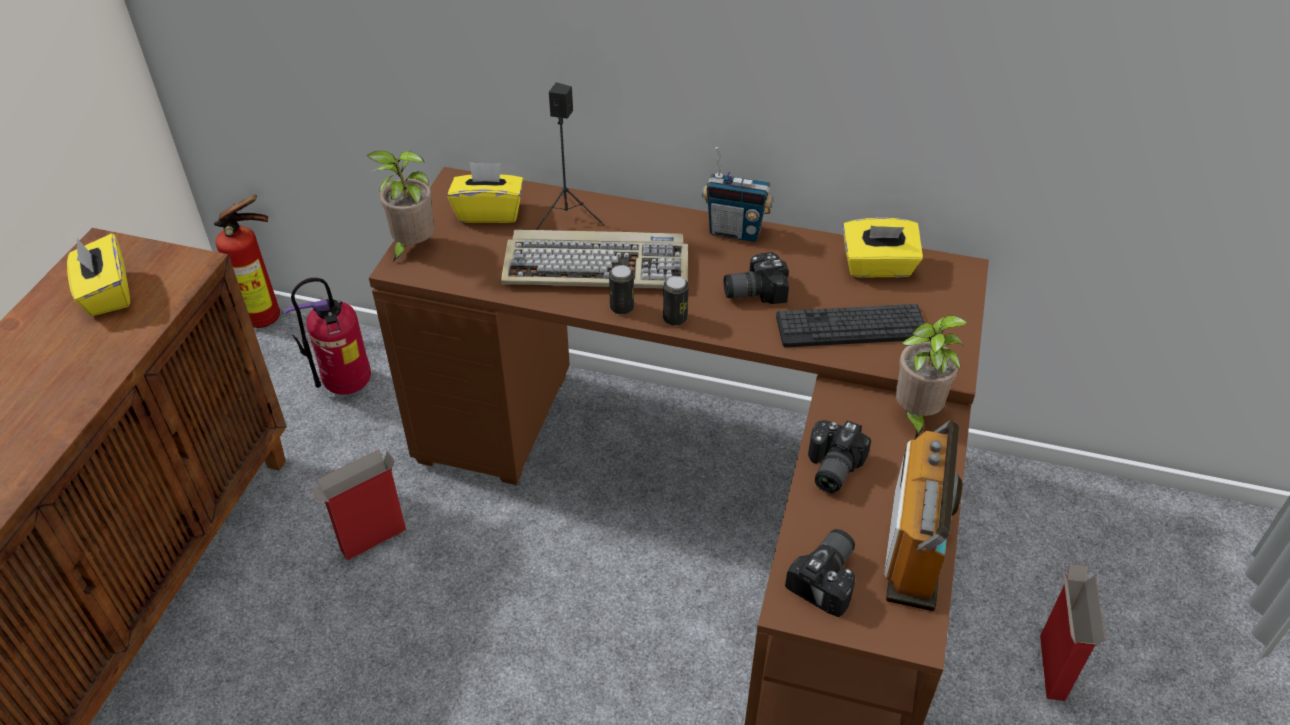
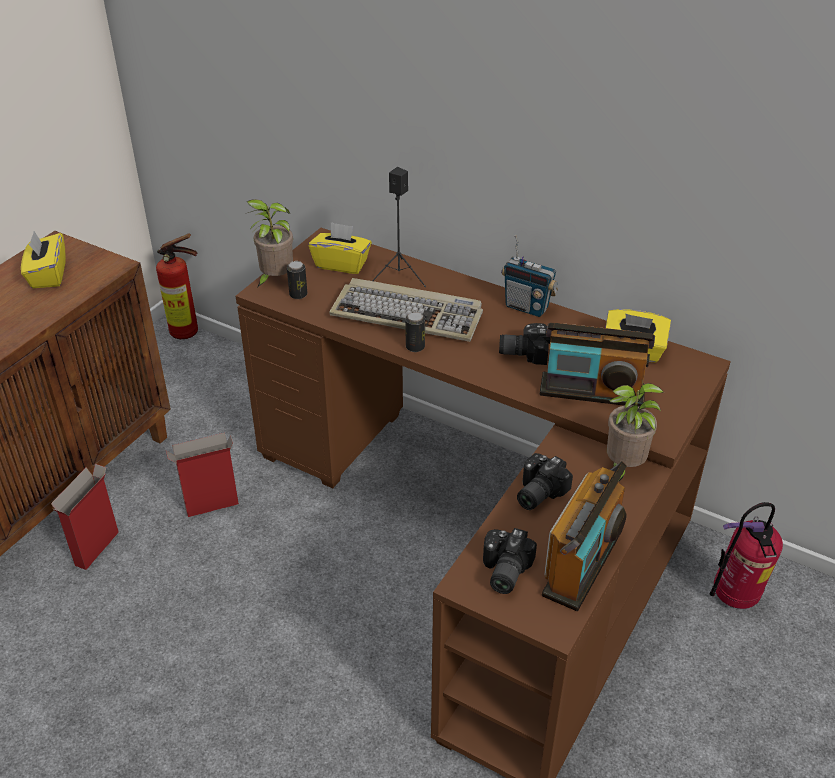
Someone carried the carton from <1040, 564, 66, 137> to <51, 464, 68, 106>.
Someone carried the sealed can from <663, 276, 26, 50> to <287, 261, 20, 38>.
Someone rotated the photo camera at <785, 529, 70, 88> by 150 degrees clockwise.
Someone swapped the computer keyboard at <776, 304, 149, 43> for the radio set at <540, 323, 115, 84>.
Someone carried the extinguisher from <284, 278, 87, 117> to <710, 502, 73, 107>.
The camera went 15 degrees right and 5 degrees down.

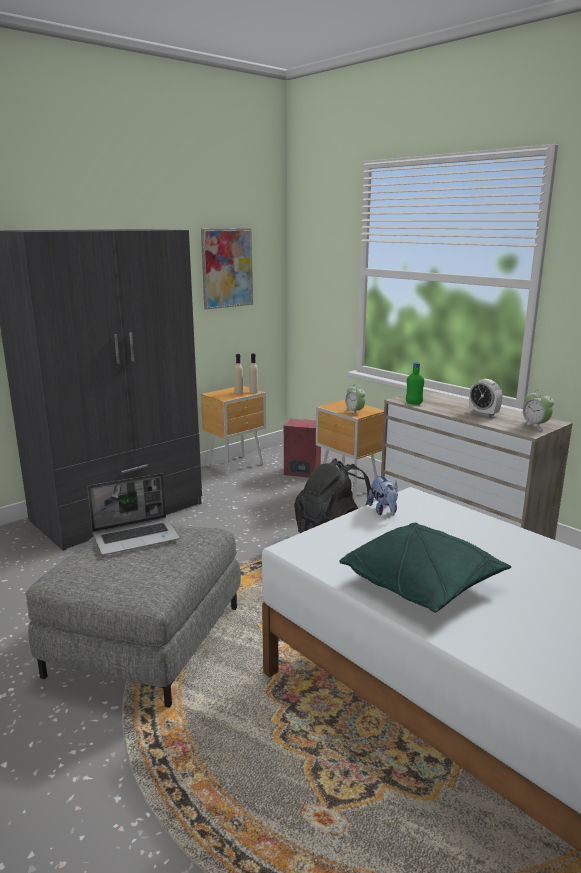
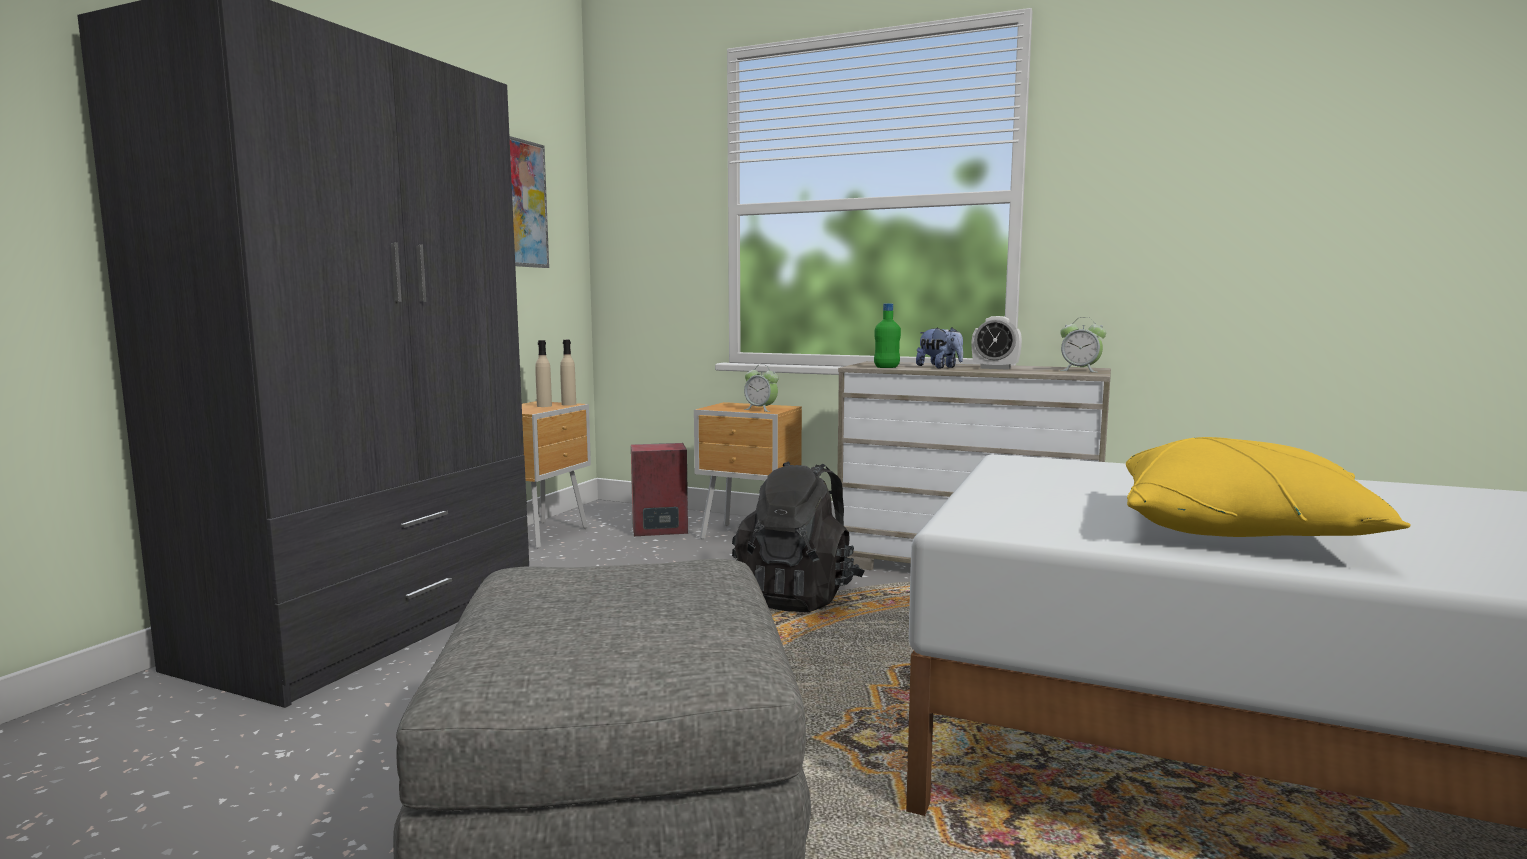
Someone carried the cuddly toy from <367, 475, 31, 41> to <916, 327, 47, 42>.
Someone repainted the green-coloured pillow at <339, 523, 172, 90>, which became the yellow-coloured pillow at <1126, 437, 285, 100>.
Someone took away the laptop at <87, 473, 93, 82>.
The camera went 25 degrees left and 10 degrees down.

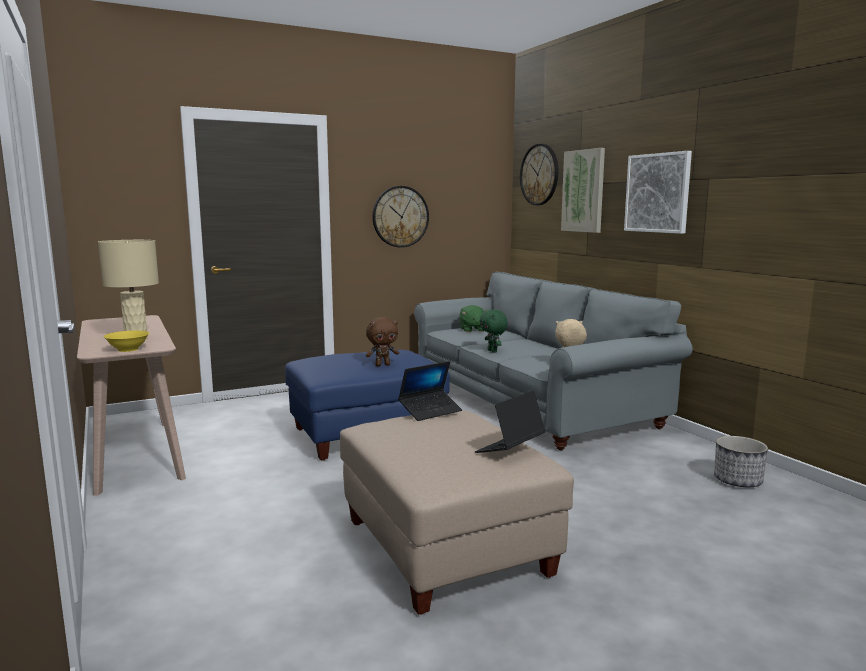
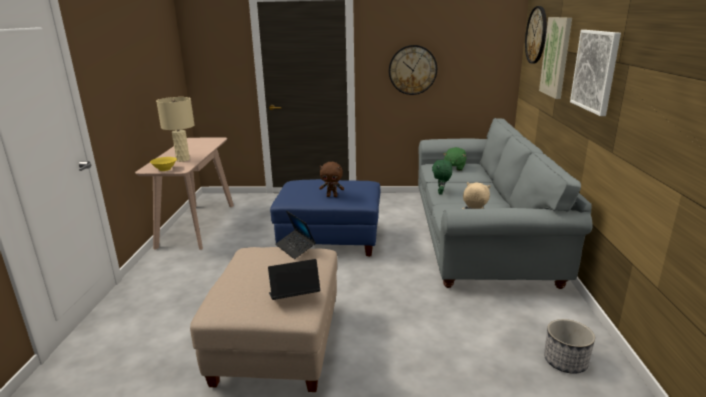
Someone rotated the laptop at <398, 361, 64, 60> by 60 degrees clockwise.
The camera went 30 degrees right and 10 degrees up.

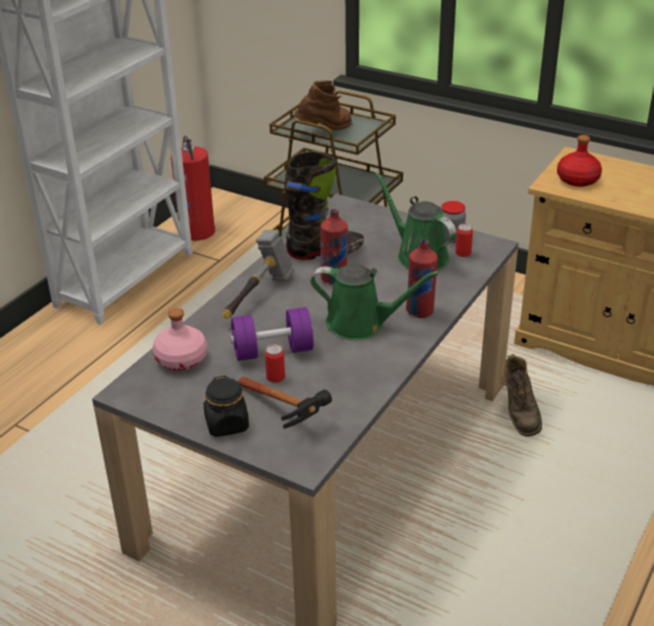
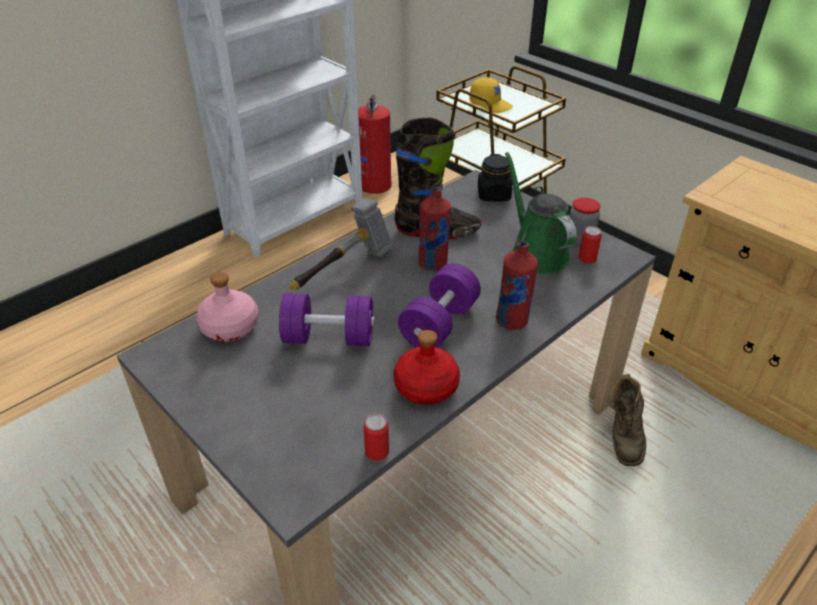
Someone carried the sealed can from <265, 344, 20, 39> to <364, 413, 25, 48>.
Someone carried the reddish beverage bottle from <557, 135, 45, 52> to <394, 330, 66, 75>.
Someone swapped the green-coloured watering can at <310, 264, 129, 76> for the purplish hand weight at <398, 263, 83, 85>.
Someone swapped the brown-coloured tall boot at <294, 80, 58, 50> for the yellow-coloured peaked cap at <469, 77, 44, 36>.
Someone carried the blackish preserve jar from <204, 376, 45, 61> to <478, 154, 35, 47>.
Someone took away the tool hammer at <238, 377, 94, 52>.
The camera went 15 degrees right and 5 degrees up.

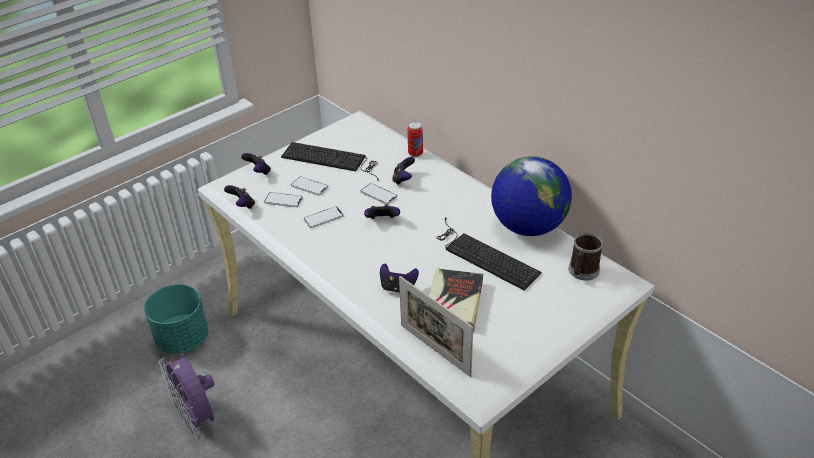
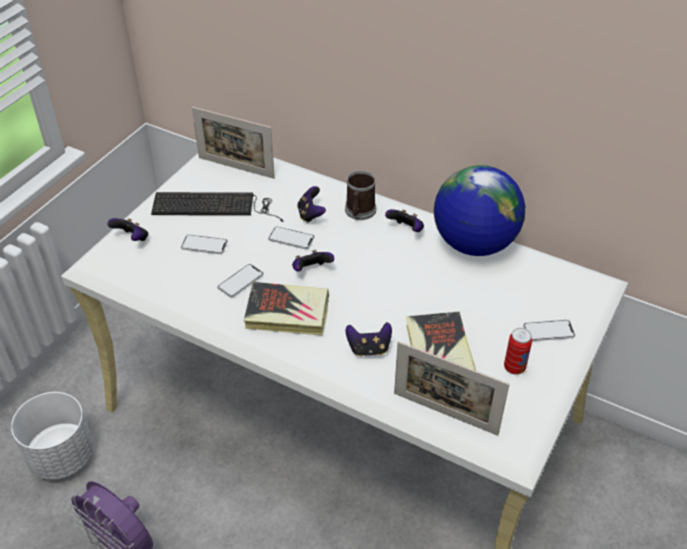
Someone repainted the turquoise-coloured flower pot at <144, 284, 65, 70>, which became the whitish flower pot at <11, 392, 83, 88>.
Someone put down the standing frame at <192, 107, 83, 72>.
Someone put down the bound book at <244, 282, 85, 54>.
Someone carried the coffee mug from <569, 232, 34, 49> to <345, 171, 31, 49>.
Someone carried the game controller from <224, 185, 31, 24> to <385, 209, 39, 23>.
Someone carried the sealed can from <407, 121, 16, 36> to <504, 328, 28, 47>.
Someone carried the handset from <264, 192, 39, 15> to <523, 320, 52, 21>.
Someone took away the computer keyboard at <436, 217, 106, 73>.
The camera went 20 degrees left and 5 degrees up.

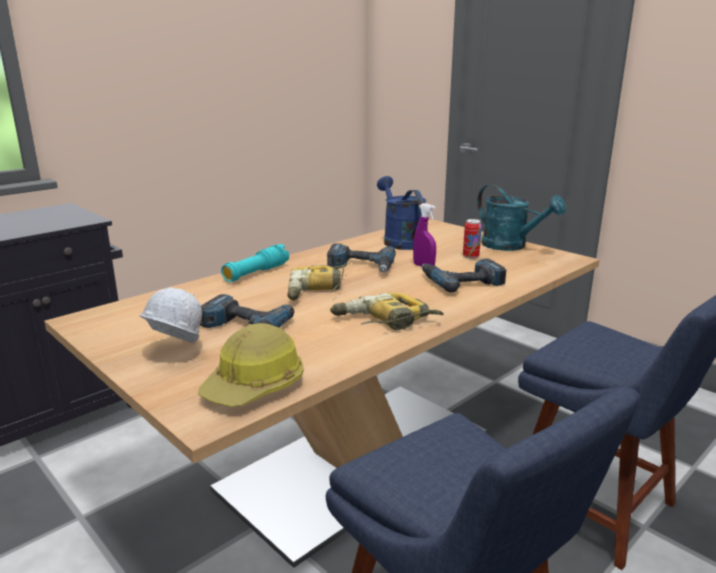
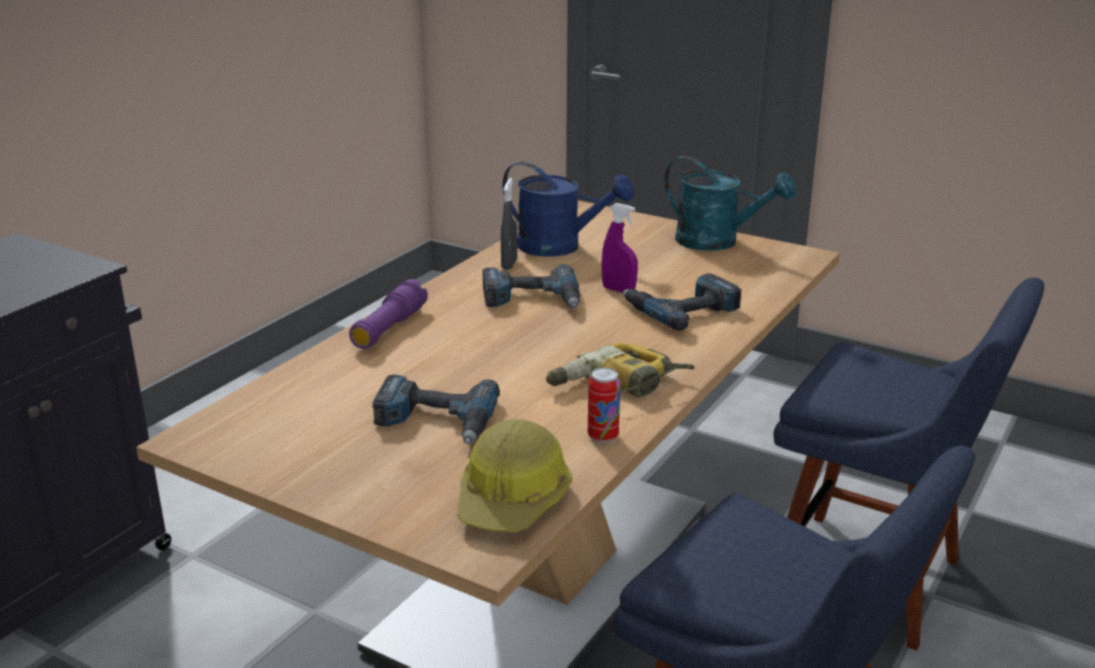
Someone repainted the turquoise-coloured hand torch at <221, 244, 68, 38>, which became the purplish hand torch at <349, 279, 79, 70>.
Someone put down the gray hand sprayer at <501, 178, 16, 92>.
Someone rotated the bluish watering can at <377, 176, 49, 74> by 150 degrees clockwise.
Someone carried the sealed can from <463, 219, 19, 40> to <588, 368, 32, 75>.
Someone took away the whitish work helmet at <138, 287, 64, 56>.
Someone took away the electric drill at <287, 263, 60, 37>.
The camera went 15 degrees left and 5 degrees up.

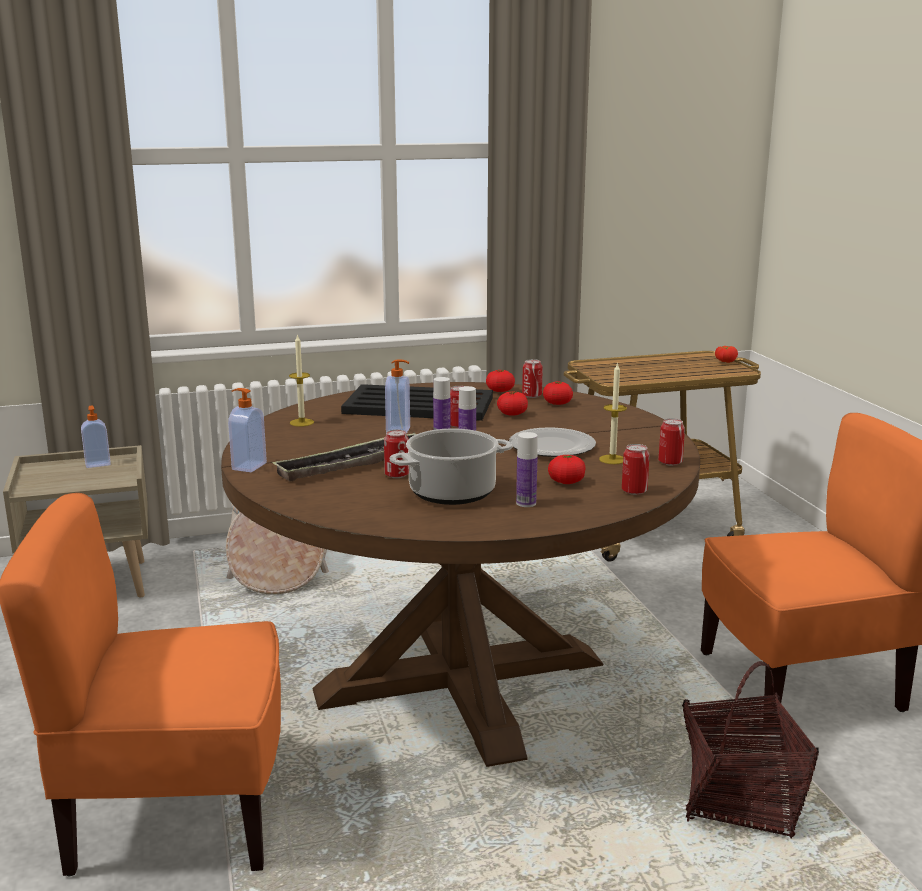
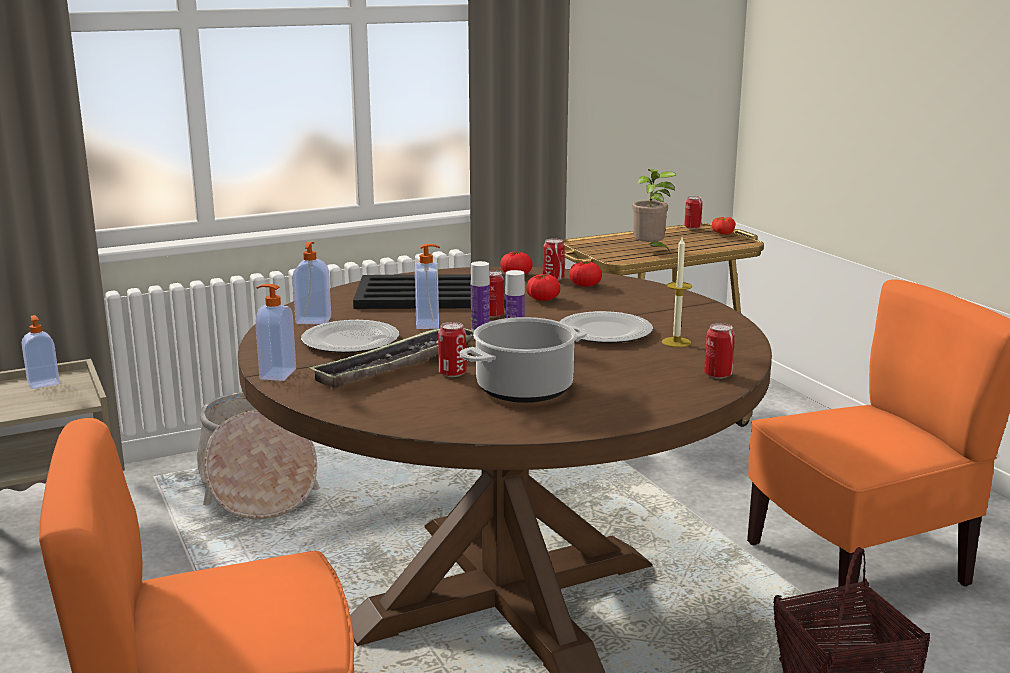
Someone swapped the wax light at <289, 334, 25, 93> for the soap bottle at <293, 242, 38, 82>.
Someone put down the flat dish at <301, 320, 98, 33>.
Someone put down the houseplant at <632, 169, 45, 83>.
Someone carried the sealed can from <658, 418, 27, 48> to <684, 196, 18, 33>.
Someone took away the beverage bottle at <516, 432, 22, 75>.
Someone took away the whole tomato at <548, 454, 38, 30>.
The camera went 10 degrees left and 0 degrees up.

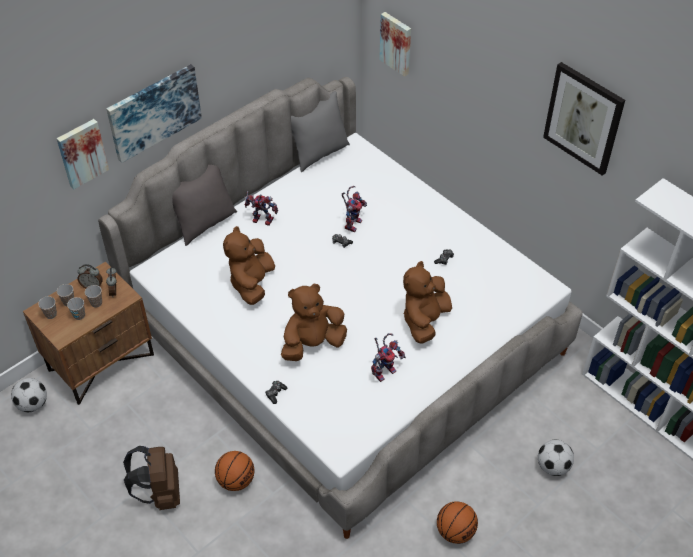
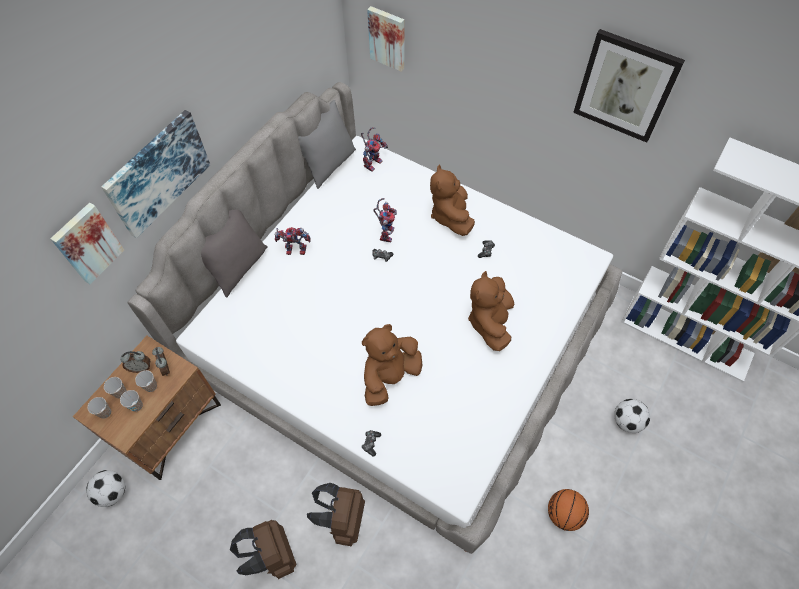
Someone swapped the basketball ball at <215, 451, 39, 40> for the brown-coloured rucksack at <307, 483, 58, 63>.
Someone carried the model robot from <371, 333, 35, 49> to <361, 127, 27, 45>.
Someone carried the brown-coloured cuddly toy from <223, 226, 52, 79> to <430, 164, 45, 72>.
The camera went 15 degrees left and 10 degrees up.

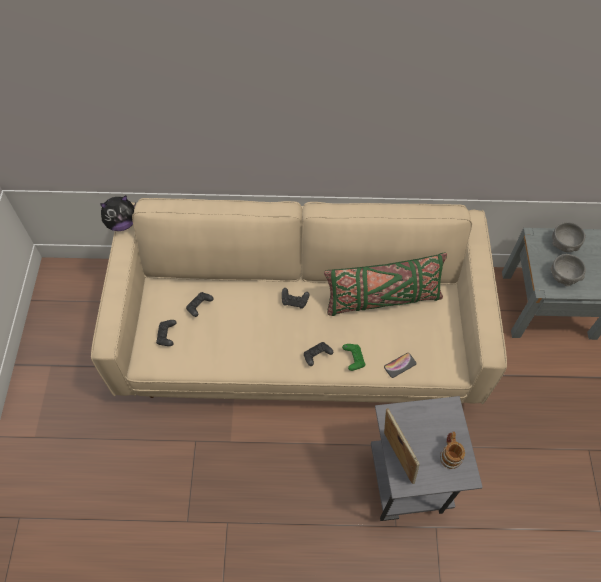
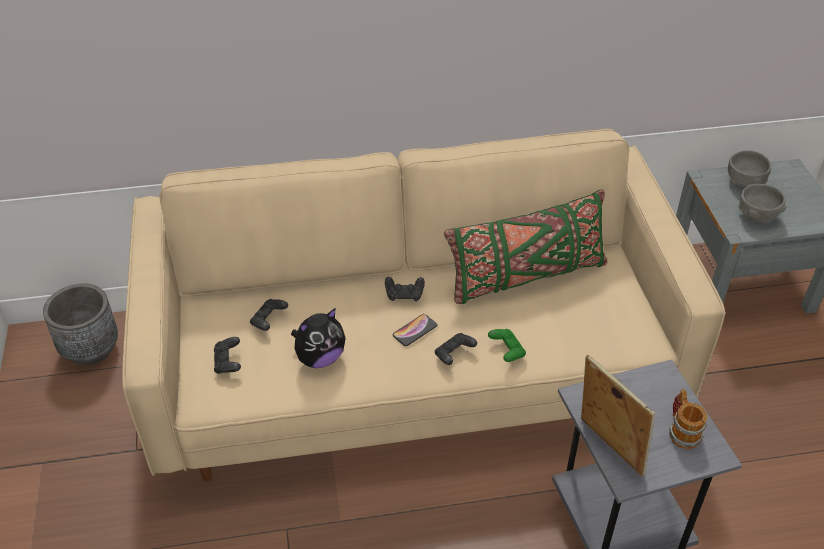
Someone put down the gray flower pot at <43, 283, 75, 82>.
Someone carried the cuddly toy from <100, 195, 36, 36> to <291, 308, 55, 60>.
Someone carried the handset from <384, 353, 33, 25> to <392, 314, 45, 32>.
The camera went 10 degrees left and 15 degrees down.

